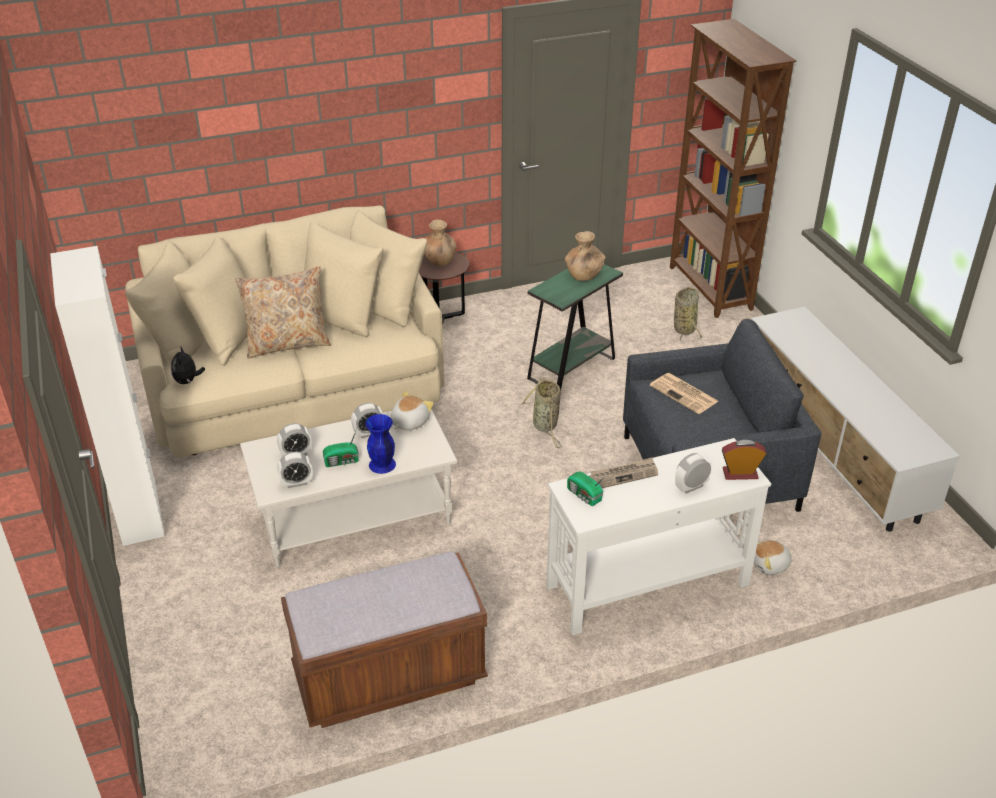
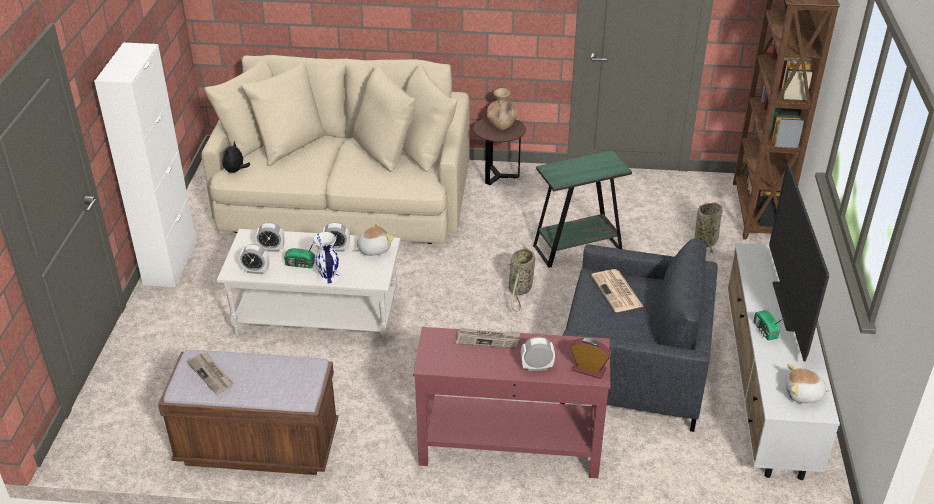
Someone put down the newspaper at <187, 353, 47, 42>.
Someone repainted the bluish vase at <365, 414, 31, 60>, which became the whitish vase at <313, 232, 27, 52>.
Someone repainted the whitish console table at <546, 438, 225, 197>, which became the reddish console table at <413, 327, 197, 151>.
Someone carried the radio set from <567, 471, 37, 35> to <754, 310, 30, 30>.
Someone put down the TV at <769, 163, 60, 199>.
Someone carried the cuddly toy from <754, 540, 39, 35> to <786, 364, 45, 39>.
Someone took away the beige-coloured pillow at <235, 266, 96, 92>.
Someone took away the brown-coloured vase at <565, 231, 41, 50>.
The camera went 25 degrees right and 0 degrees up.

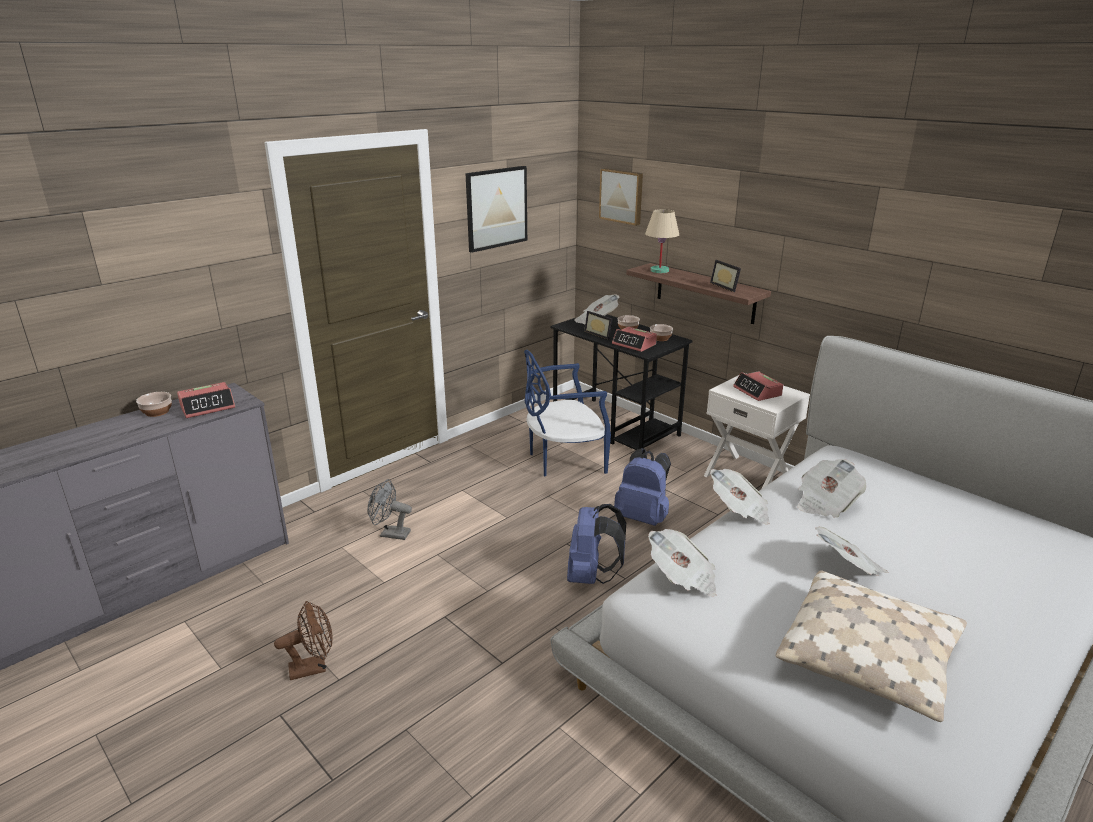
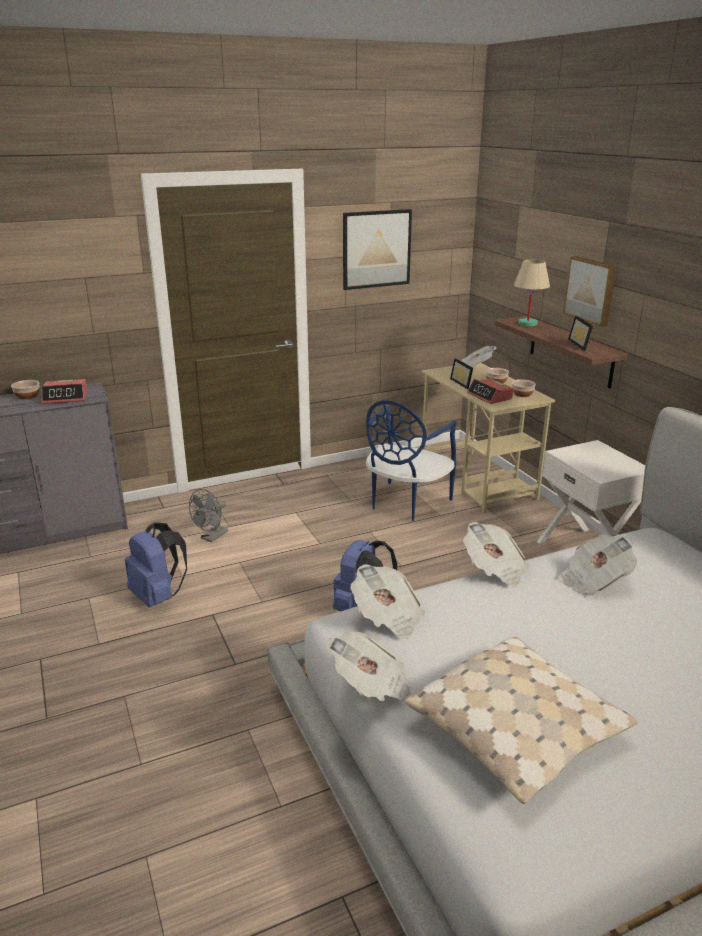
Someone carried the bluish rucksack from <614, 448, 57, 78> to <125, 522, 62, 85>.
Someone rotated the gray cooling fan at <368, 479, 44, 61> by 90 degrees counterclockwise.
Someone carried the newspaper from <815, 527, 74, 49> to <328, 631, 83, 70>.
Someone rotated the bluish chair at <524, 350, 87, 126> by 60 degrees counterclockwise.
Someone repainted the blackish desk unit at <550, 314, 143, 136>, which became the beige-coloured desk unit at <422, 363, 133, 150>.
Someone carried the wall art from <599, 168, 44, 58> to <563, 256, 53, 71>.
Someone took away the brown-coloured cooling fan at <274, 601, 59, 79>.
Someone took away the table clock at <733, 371, 50, 30>.
The camera went 20 degrees right and 0 degrees up.

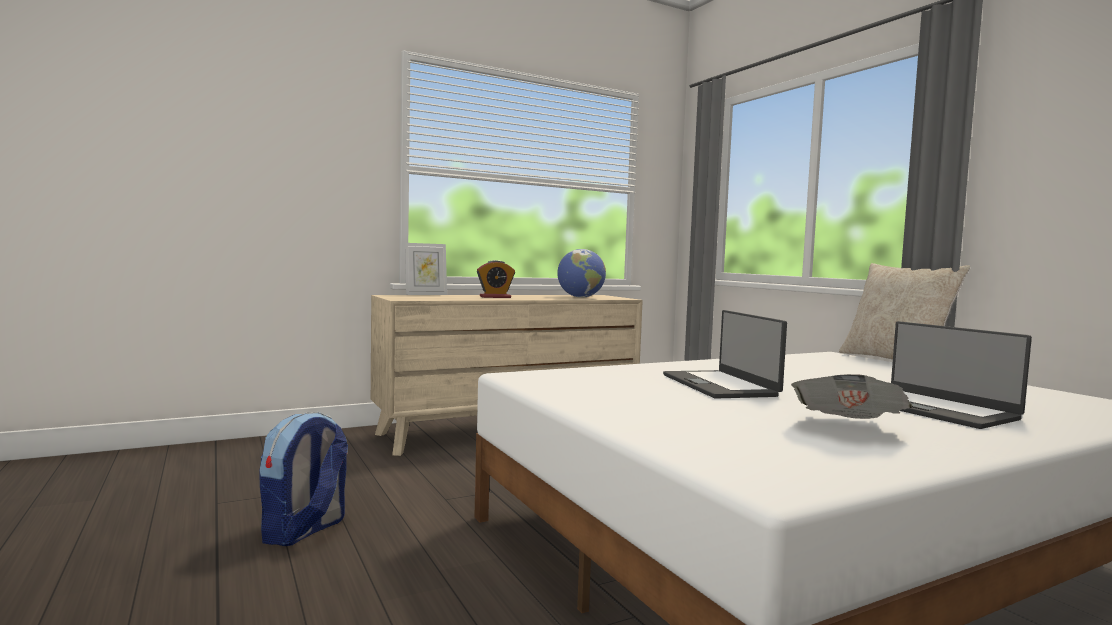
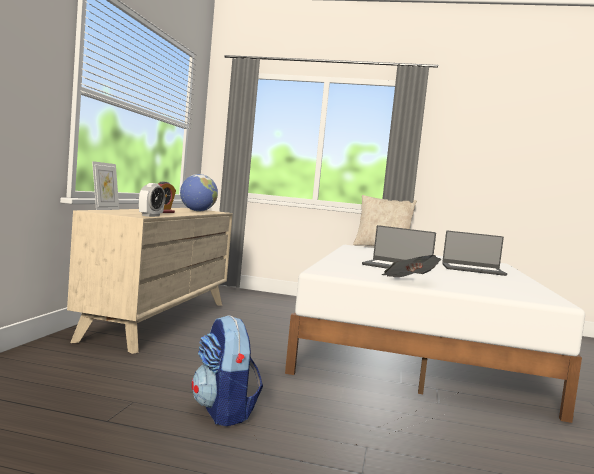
Someone put down the table clock at <139, 183, 26, 34>.
Someone carried the newspaper from <791, 374, 121, 45> to <382, 255, 59, 22>.
The camera went 50 degrees left and 0 degrees up.

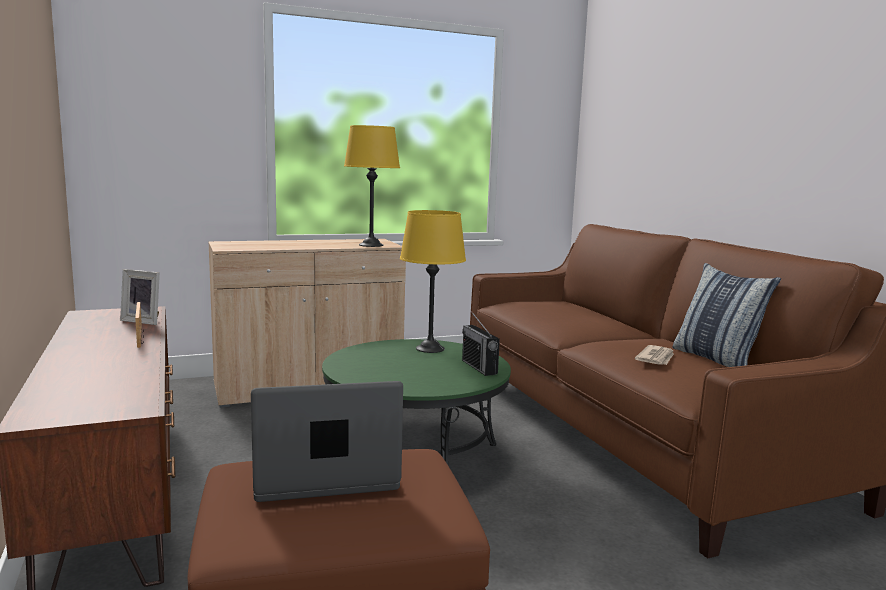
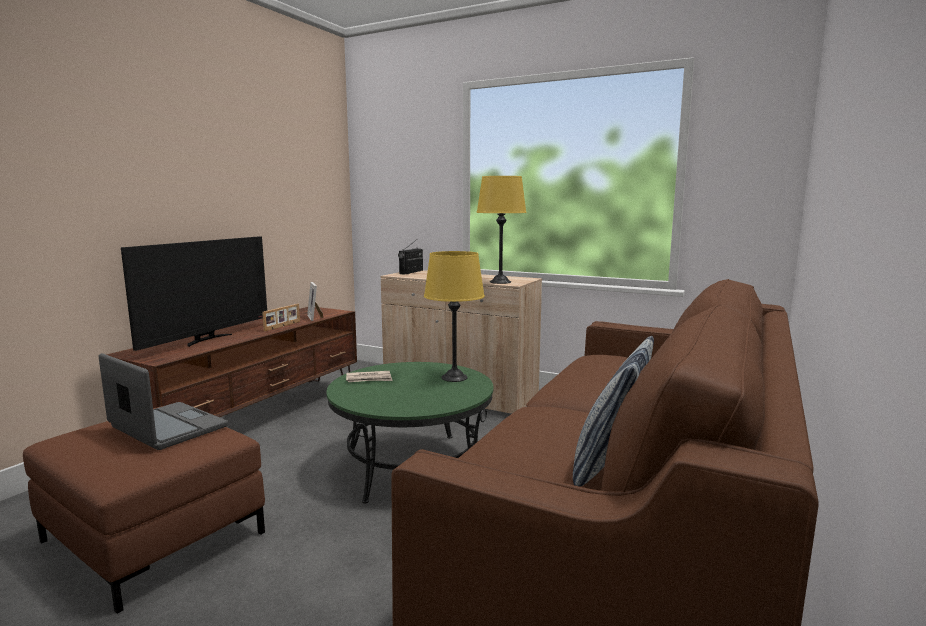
Someone put down the TV at <121, 236, 146, 115>.
Someone carried the newspaper from <635, 345, 39, 20> to <346, 371, 47, 11>.
Someone carried the radio set from <462, 311, 38, 65> to <398, 239, 25, 36>.
The camera went 50 degrees right and 0 degrees up.

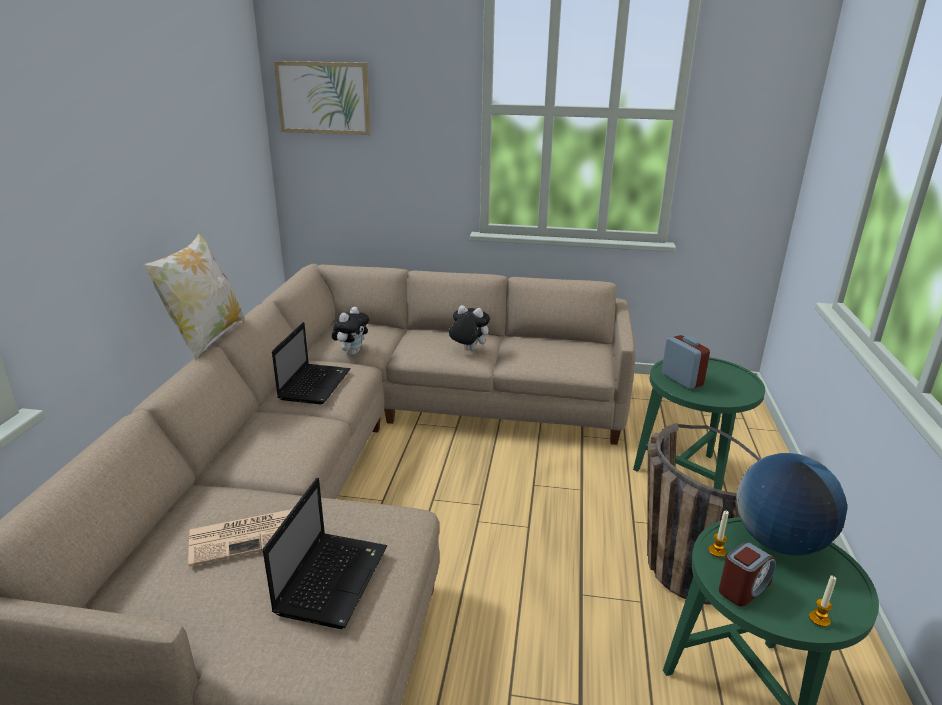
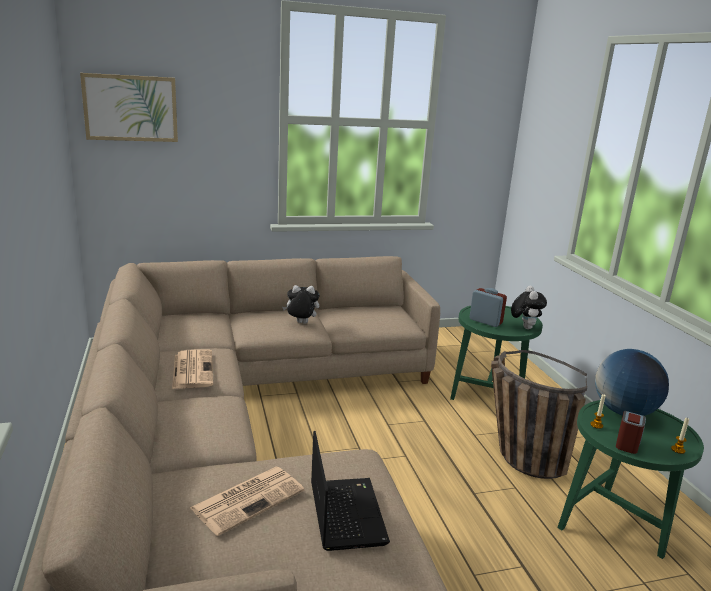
Someone swapped the laptop at <272, 322, 79, 82> for the newspaper at <172, 349, 41, 40>.
Someone carried the cuddly toy from <332, 307, 37, 48> to <511, 286, 36, 43>.
Someone took away the pillow at <143, 232, 101, 128>.
The camera went 25 degrees left and 5 degrees down.

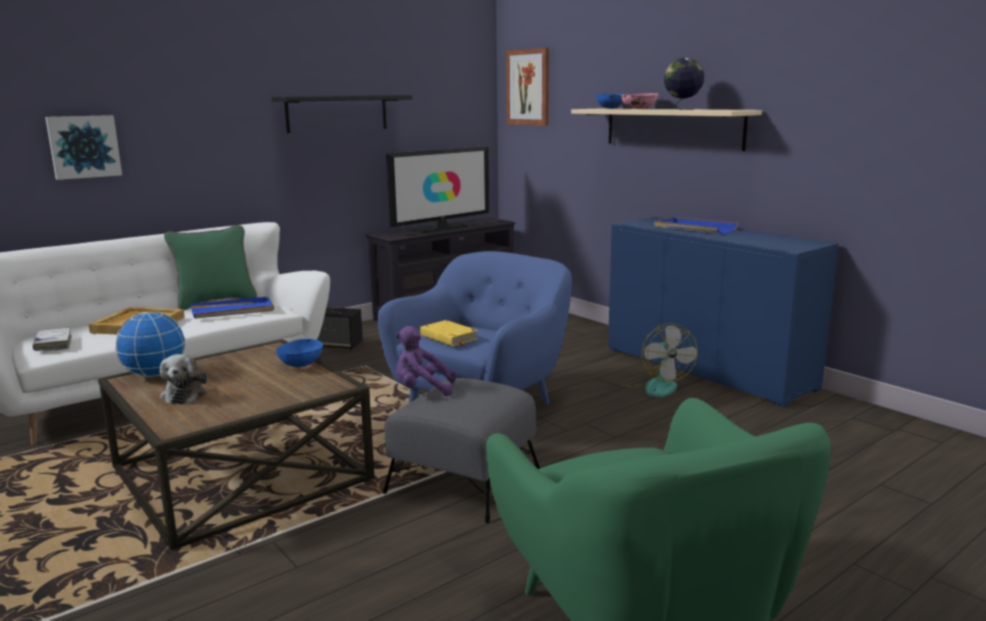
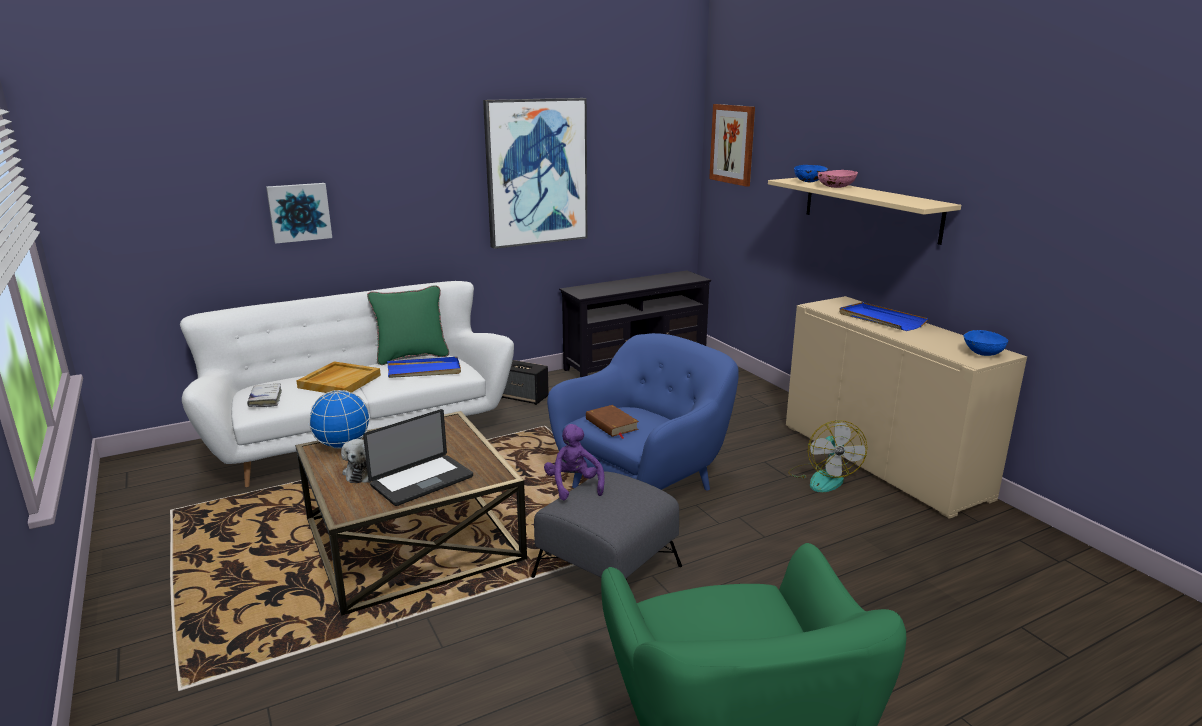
Someone put down the laptop at <363, 409, 110, 97>.
Someone swapped the blackish wall shelf at <271, 95, 141, 38> for the wall art at <483, 98, 104, 151>.
Someone rotated the purplish cuddly toy at <395, 326, 61, 70> by 60 degrees clockwise.
Someone repainted the yellow-coloured bound book at <420, 320, 58, 27>, which became the brown-coloured bound book at <586, 405, 53, 34>.
Someone repainted the bluish cabinet at <608, 217, 231, 190>, which became the beige-coloured cabinet at <786, 296, 241, 223>.
Someone carried the bluish bowl from <275, 339, 48, 28> to <963, 330, 45, 26>.
Someone took away the TV at <386, 146, 103, 87>.
Someone took away the desk globe at <664, 58, 40, 52>.
The camera went 10 degrees right and 5 degrees up.

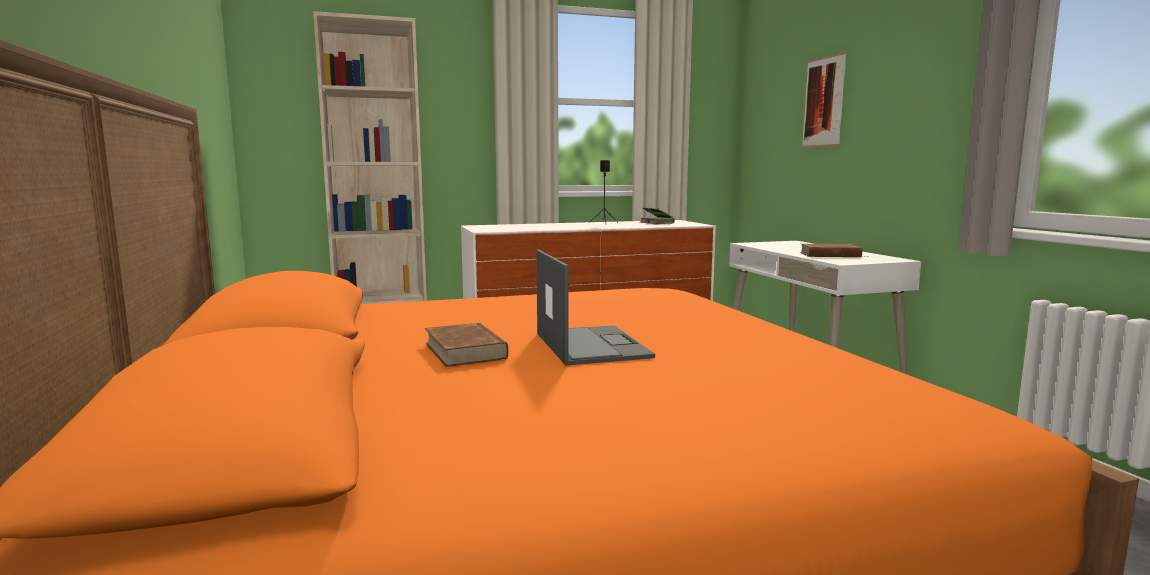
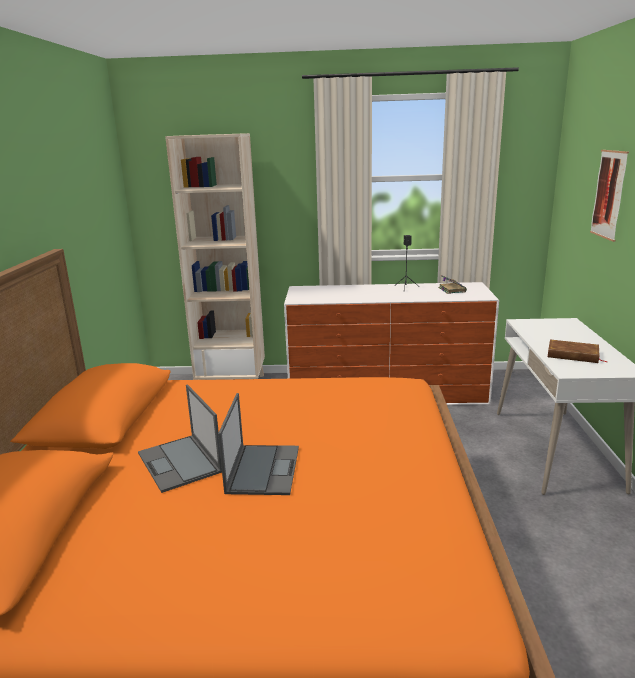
Someone swapped the brown-coloured bound book at <425, 322, 83, 45> for the laptop at <138, 384, 84, 109>.
The camera went 20 degrees right and 10 degrees up.

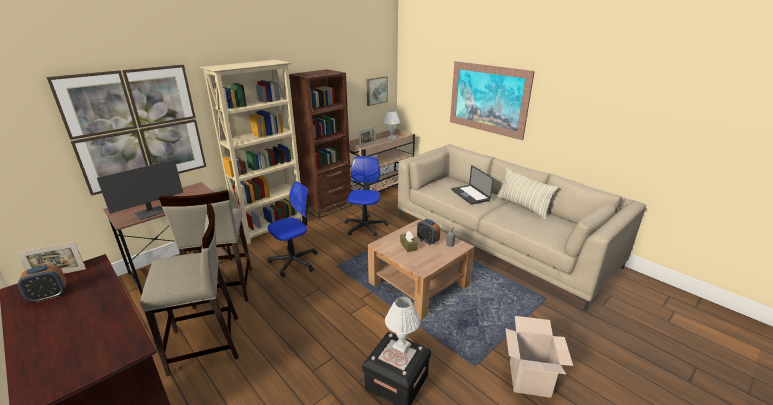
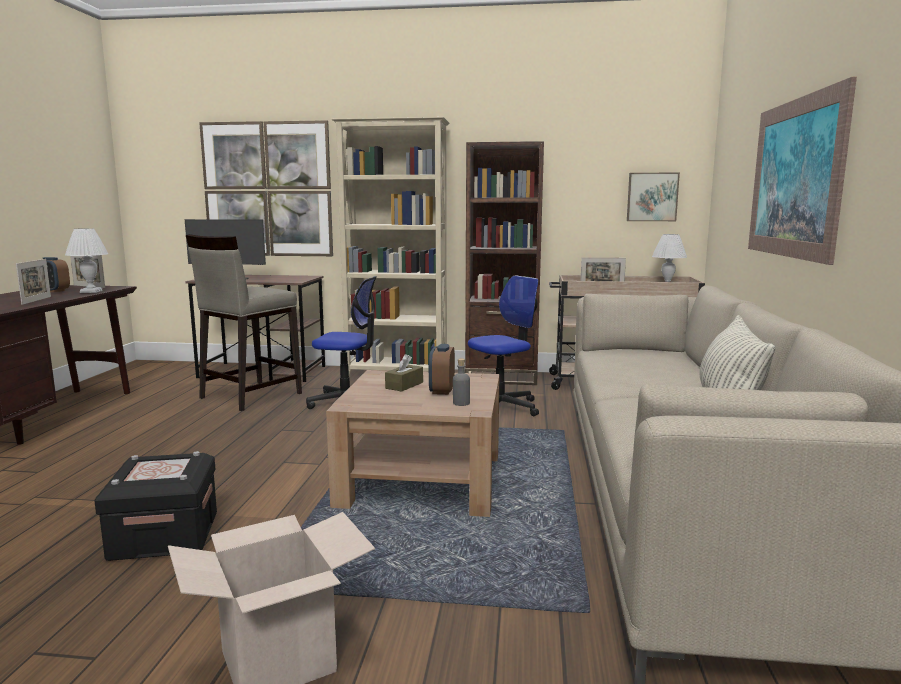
Someone put down the standing frame at <16, 259, 35, 46>.
Someone carried the whitish table lamp from <385, 297, 35, 56> to <65, 228, 43, 65>.
Someone took away the beige-coloured stool seat at <140, 204, 99, 172>.
Someone took away the laptop at <451, 165, 42, 40>.
The camera went 50 degrees right and 15 degrees down.

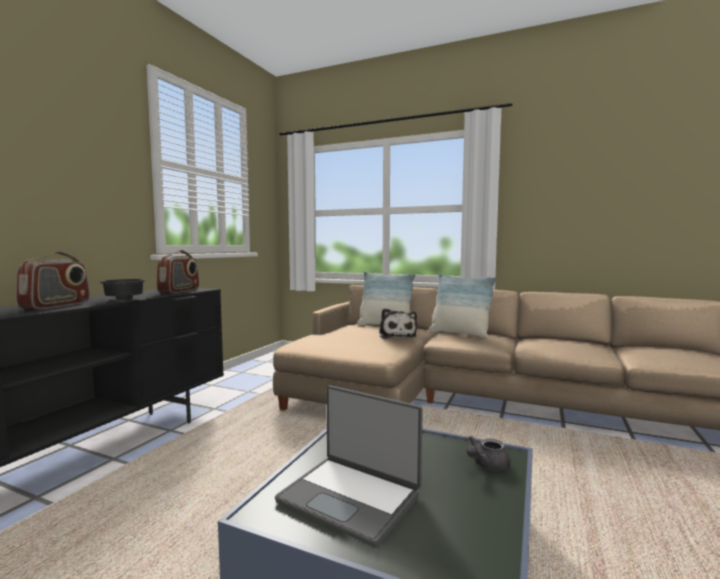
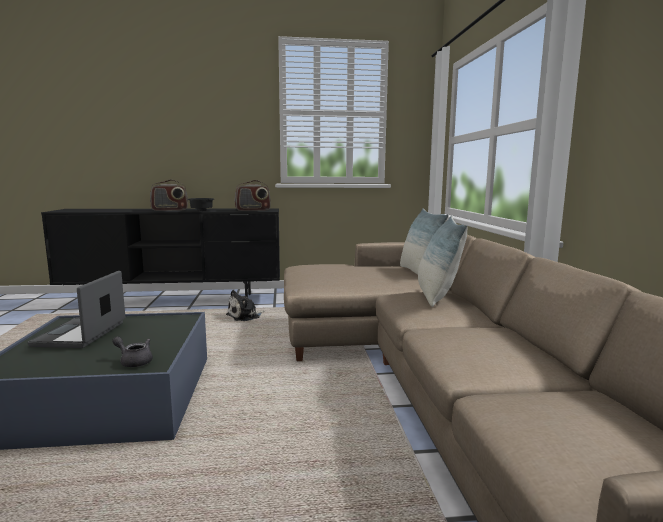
Someone carried the cuddly toy from <379, 308, 38, 31> to <226, 290, 38, 31>.
The camera went 60 degrees right and 5 degrees up.

